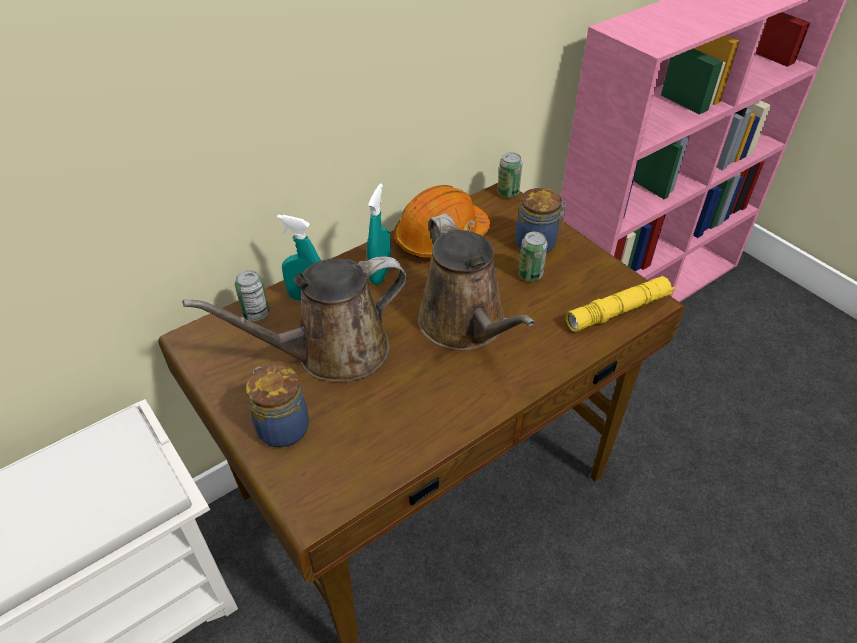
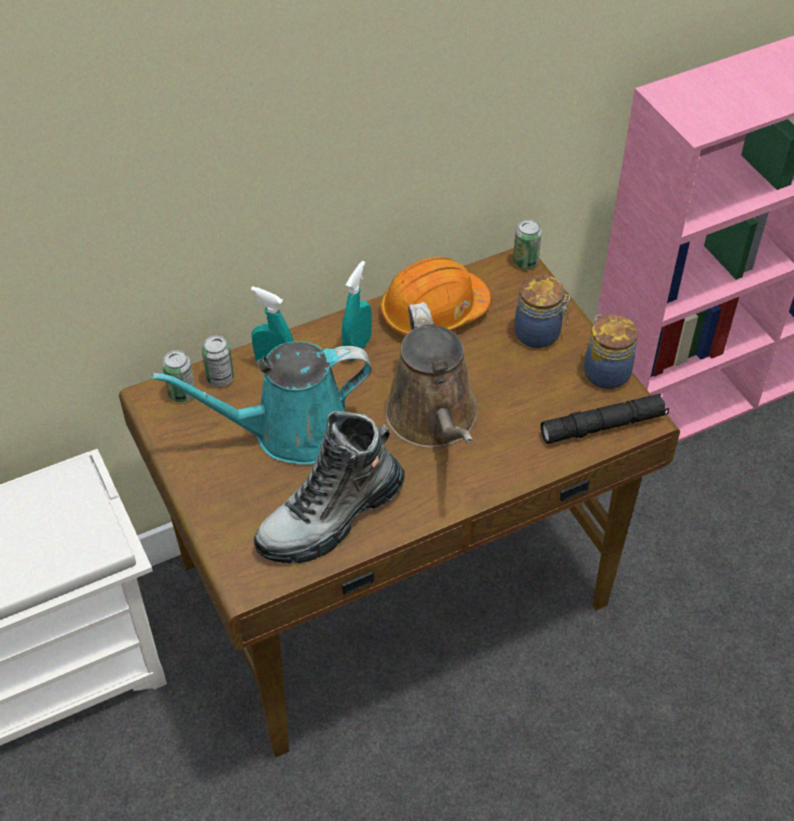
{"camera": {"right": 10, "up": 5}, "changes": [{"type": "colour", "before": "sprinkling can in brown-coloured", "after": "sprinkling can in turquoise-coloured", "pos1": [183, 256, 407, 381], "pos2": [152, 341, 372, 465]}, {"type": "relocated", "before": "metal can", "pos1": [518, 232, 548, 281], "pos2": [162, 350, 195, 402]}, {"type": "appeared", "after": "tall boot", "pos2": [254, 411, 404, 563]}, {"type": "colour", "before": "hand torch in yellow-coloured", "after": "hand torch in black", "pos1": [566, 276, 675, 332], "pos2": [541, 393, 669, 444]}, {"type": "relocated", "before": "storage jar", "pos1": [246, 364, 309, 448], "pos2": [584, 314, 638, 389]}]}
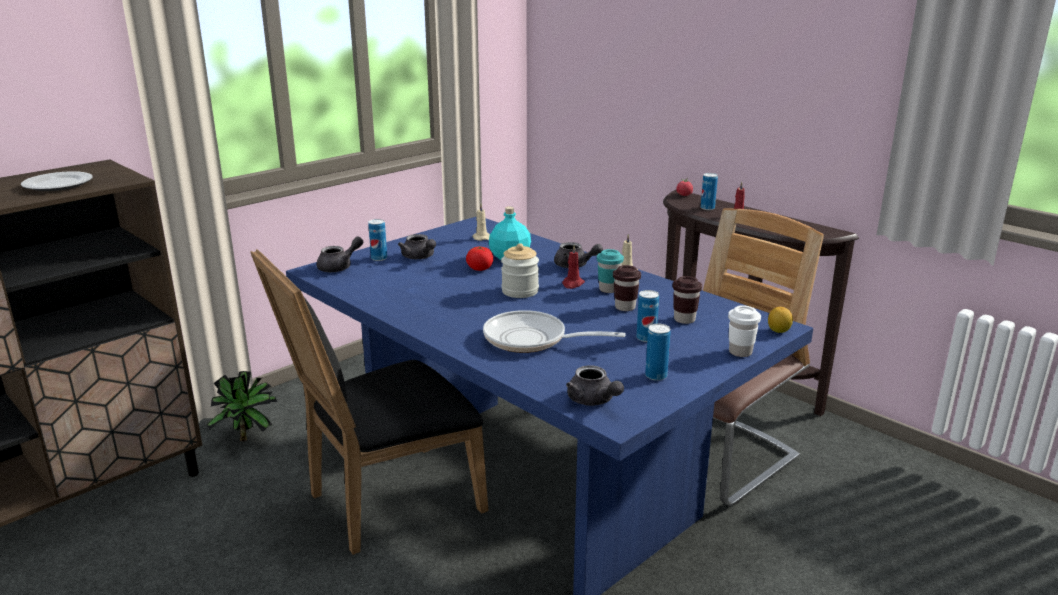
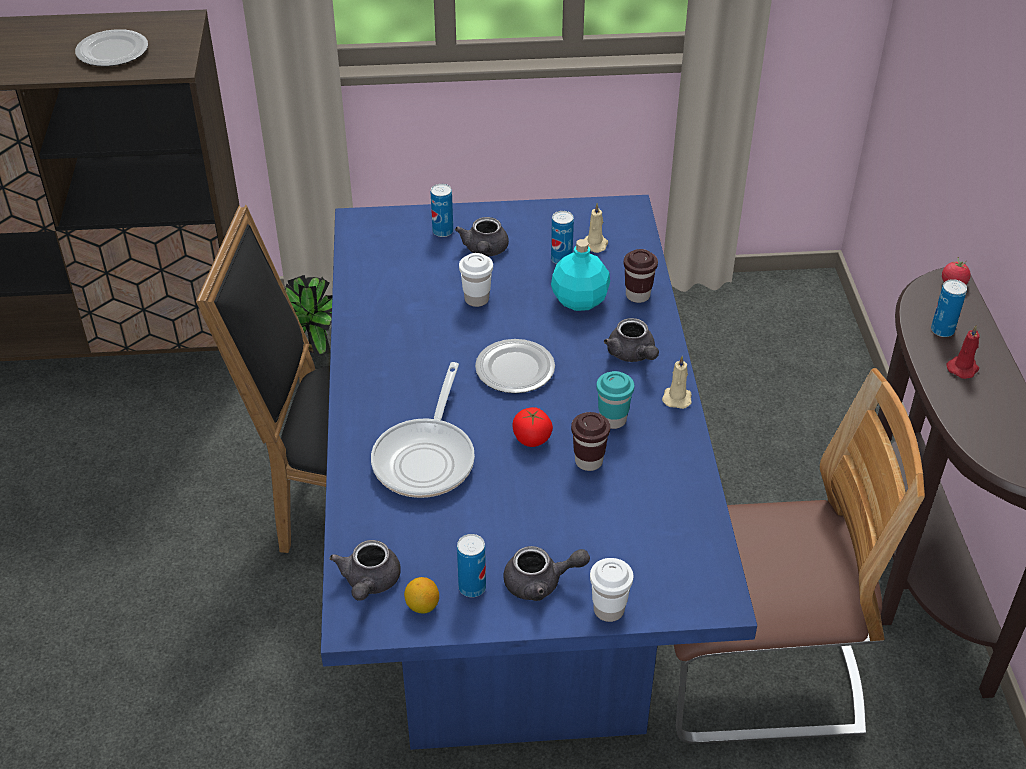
{"camera": {"right": 40, "up": 20}, "changes": [{"type": "spun", "before": "skillet", "pos1": [483, 310, 626, 353], "pos2": [371, 362, 475, 498], "turn": -135}, {"type": "relocated", "before": "citrus fruit", "pos1": [768, 307, 793, 333], "pos2": [404, 577, 439, 614]}, {"type": "appeared", "after": "cup in white", "pos2": [459, 253, 493, 307]}, {"type": "exchanged", "before": "storage jar", "after": "plate", "pos1": [501, 243, 539, 298], "pos2": [475, 339, 555, 393]}, {"type": "relocated", "before": "pot for tea in greyish", "pos1": [317, 237, 363, 272], "pos2": [503, 546, 590, 601]}, {"type": "relocated", "before": "whole tomato", "pos1": [466, 247, 493, 271], "pos2": [513, 407, 553, 447]}, {"type": "relocated", "before": "metal can", "pos1": [636, 290, 659, 342], "pos2": [551, 211, 574, 264]}, {"type": "relocated", "before": "cup in brown-coloured", "pos1": [672, 276, 702, 324], "pos2": [624, 249, 658, 303]}, {"type": "missing", "before": "wax candle in red", "pos1": [562, 245, 585, 289]}]}
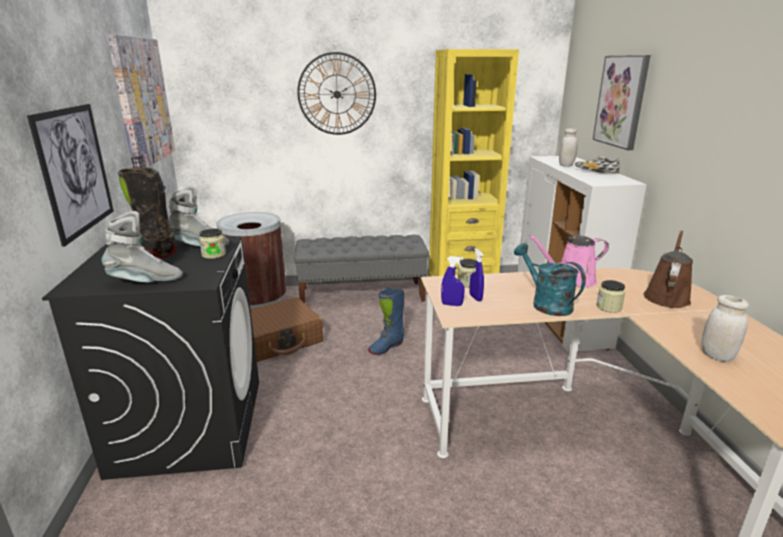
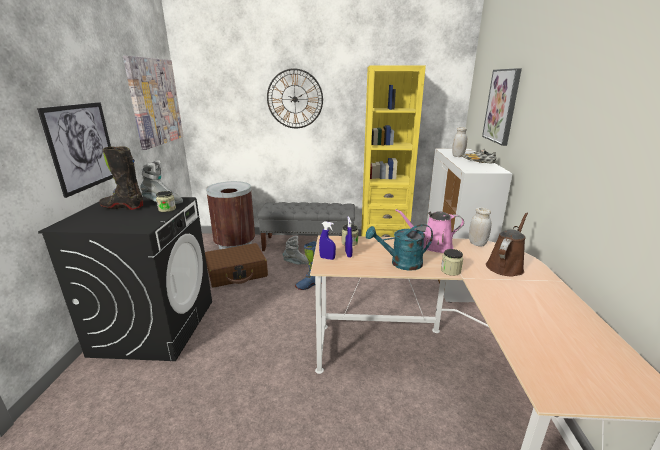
{"camera": {"right": 10, "up": 0}, "changes": [{"type": "relocated", "before": "tall boot in greyish", "pos1": [101, 211, 183, 282], "pos2": [283, 236, 309, 265]}, {"type": "spun", "before": "sprinkling can in turquoise-coloured", "pos1": [514, 243, 586, 316], "pos2": [366, 224, 433, 271], "turn": -75}, {"type": "relocated", "before": "storage jar in white", "pos1": [702, 295, 749, 362], "pos2": [469, 207, 491, 246]}]}
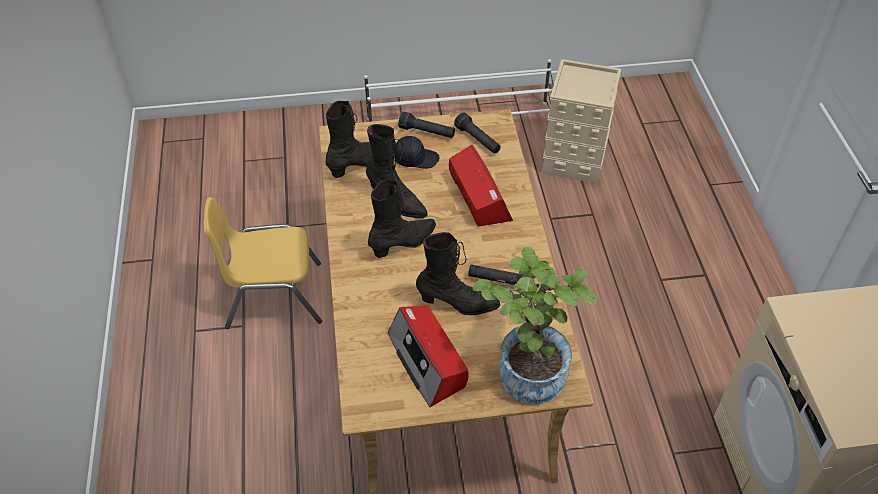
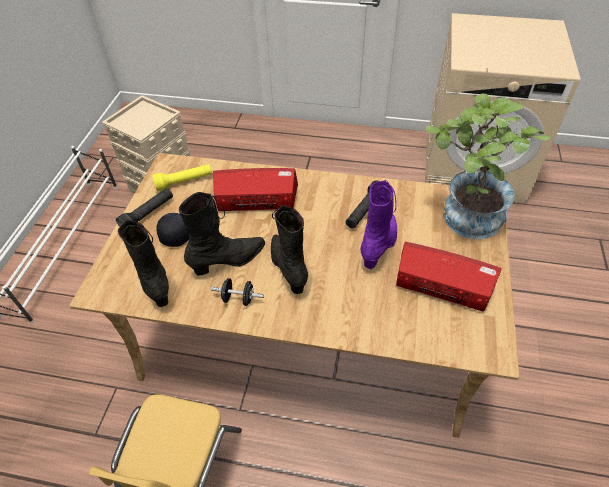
{"camera": {"right": -70, "up": 0}, "changes": [{"type": "colour", "before": "hand torch in black", "after": "hand torch in yellow-coloured", "pos1": [454, 112, 501, 154], "pos2": [152, 164, 212, 192]}, {"type": "appeared", "after": "free weight in black", "pos2": [211, 278, 264, 306]}, {"type": "colour", "before": "tall boot in black", "after": "tall boot in purplish", "pos1": [416, 232, 500, 315], "pos2": [360, 180, 397, 269]}, {"type": "spun", "before": "radio set", "pos1": [388, 305, 469, 408], "pos2": [396, 242, 502, 312], "turn": -150}]}
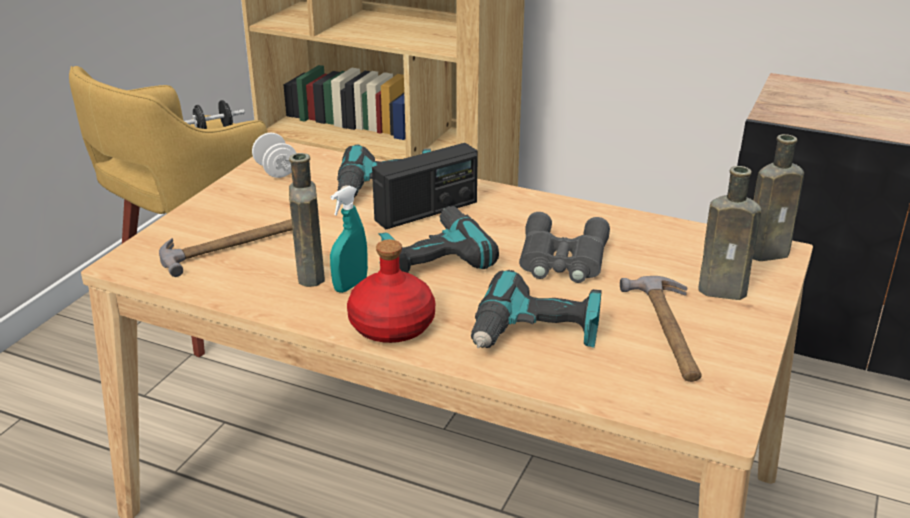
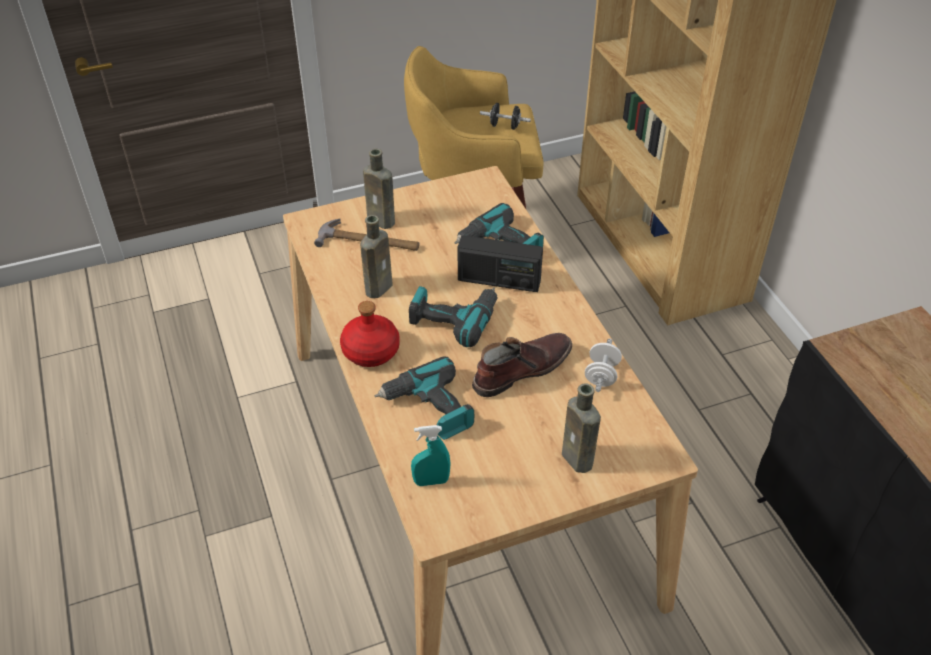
{"camera": {"right": 45, "up": 15}, "changes": [{"type": "relocated", "before": "bottle in brown-coloured", "pos1": [753, 134, 804, 261], "pos2": [363, 149, 395, 229]}, {"type": "relocated", "before": "spray bottle in turquoise-coloured", "pos1": [330, 186, 368, 293], "pos2": [411, 425, 451, 486]}, {"type": "exchanged", "before": "pair of binoculars in greyish", "after": "tall boot in brown-coloured", "pos1": [519, 212, 610, 283], "pos2": [472, 333, 572, 397]}, {"type": "relocated", "before": "free weight in white", "pos1": [252, 133, 296, 178], "pos2": [585, 339, 622, 392]}, {"type": "missing", "before": "tool hammer", "pos1": [620, 276, 702, 382]}]}
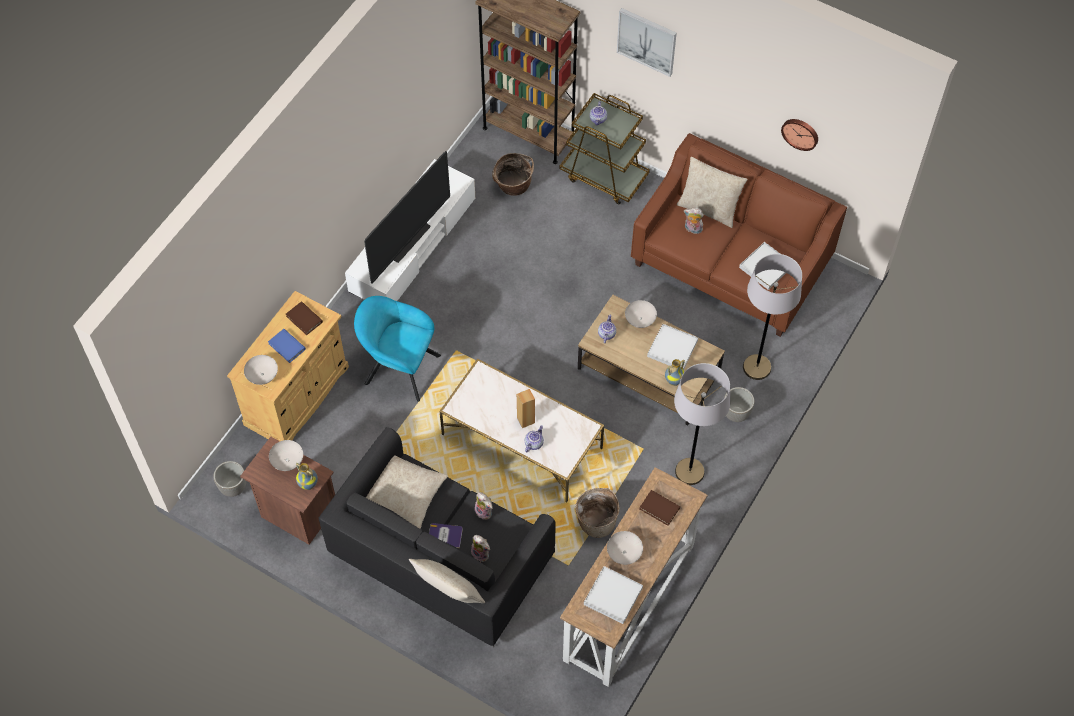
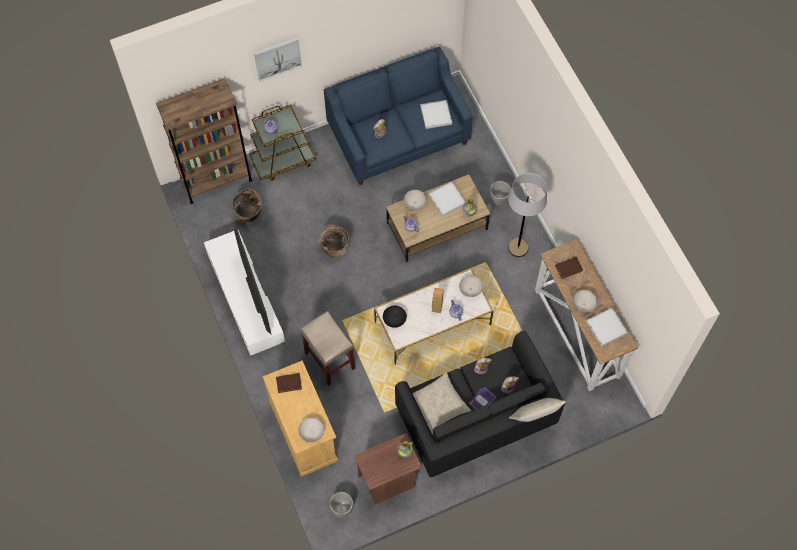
{"camera": {"right": -55, "up": 5}, "changes": [{"type": "exchanged", "before": "easy chair in turquoise-coloured", "after": "stool in sand-coloured", "pos1": [354, 296, 441, 402], "pos2": [300, 311, 355, 386]}, {"type": "relocated", "before": "storage basket", "pos1": [575, 488, 619, 538], "pos2": [319, 225, 349, 258]}, {"type": "colour", "before": "settee in brown-coloured", "after": "settee in bluish", "pos1": [631, 133, 847, 337], "pos2": [324, 46, 473, 185]}, {"type": "appeared", "after": "serving bowl in black", "pos2": [383, 305, 407, 328]}, {"type": "relocated", "before": "serving bowl in white", "pos1": [269, 440, 303, 471], "pos2": [459, 275, 483, 297]}, {"type": "missing", "before": "bound book in bluish", "pos1": [268, 329, 306, 363]}, {"type": "missing", "before": "throw pillow in sand-coloured", "pos1": [677, 157, 748, 228]}, {"type": "missing", "before": "standard lamp in greyish", "pos1": [743, 254, 802, 380]}, {"type": "missing", "before": "wall clock", "pos1": [781, 119, 818, 151]}]}
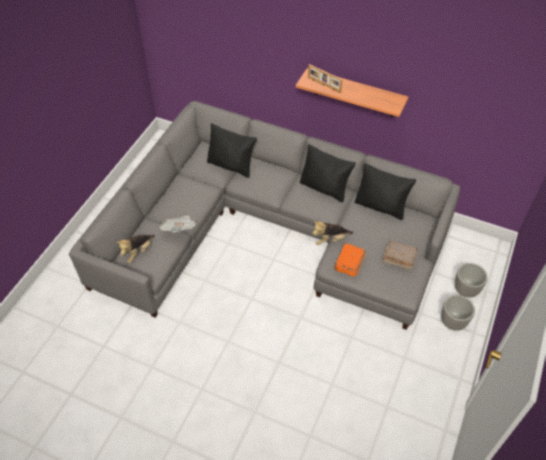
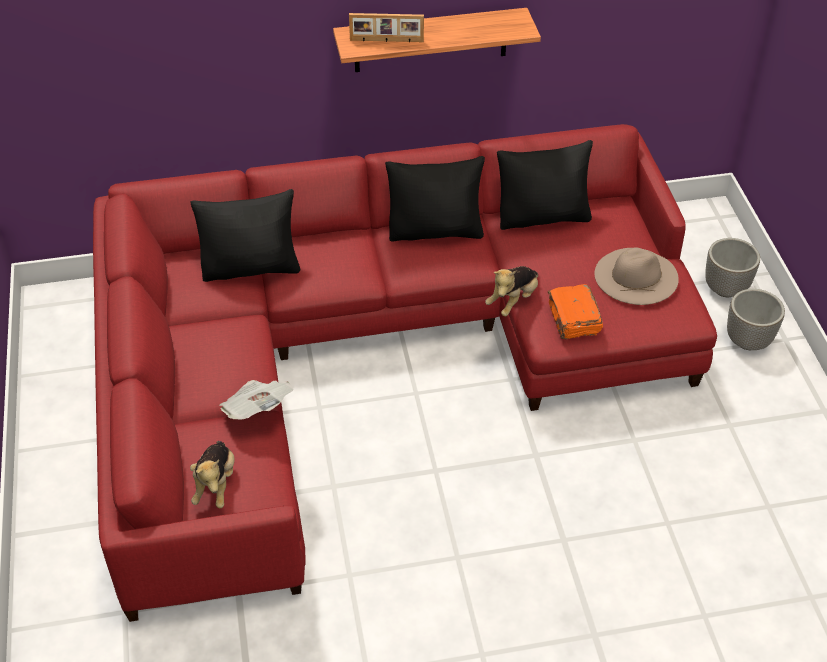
{"camera": {"right": -35, "up": -5}, "changes": [{"type": "colour", "before": "settee in greyish", "after": "settee in red", "pos1": [69, 101, 460, 330], "pos2": [93, 124, 717, 622]}, {"type": "exchanged", "before": "bound book in brown-coloured", "after": "wearable hat in sand-coloured", "pos1": [383, 241, 417, 270], "pos2": [594, 247, 679, 305]}]}
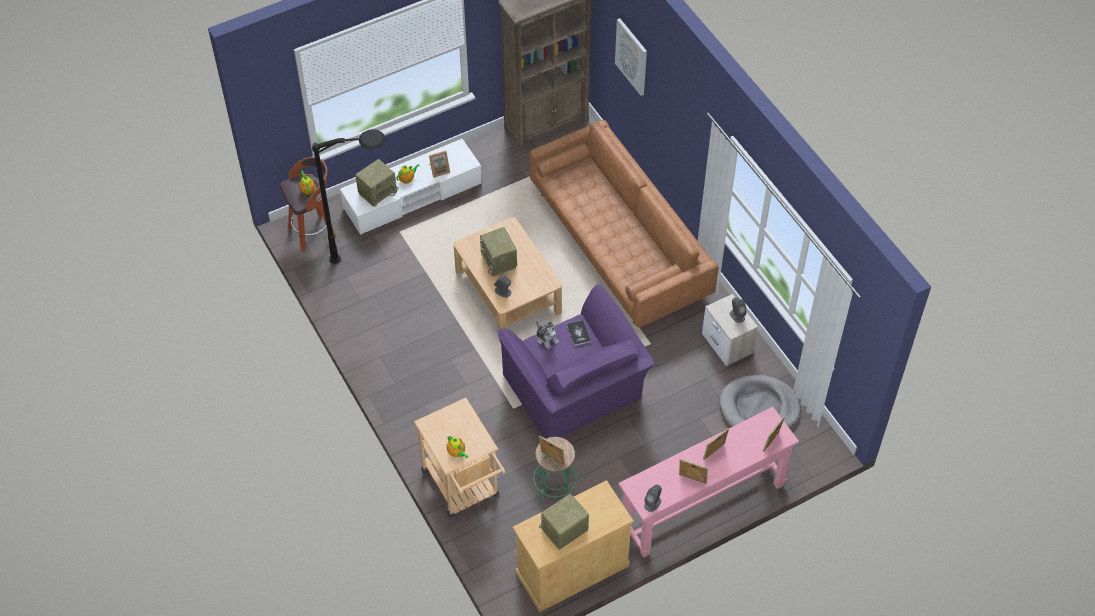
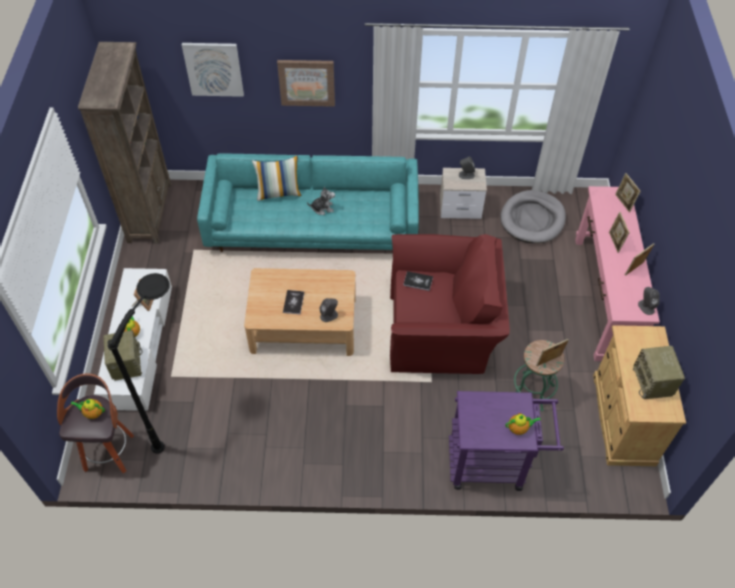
{"camera": {"right": -60, "up": 0}, "changes": [{"type": "colour", "before": "settee in brown-coloured", "after": "settee in turquoise-coloured", "pos1": [529, 120, 718, 328], "pos2": [197, 153, 419, 252]}, {"type": "appeared", "after": "throw pillow", "pos2": [252, 155, 302, 201]}, {"type": "appeared", "after": "wall picture", "pos2": [277, 60, 335, 107]}, {"type": "exchanged", "before": "radio set", "after": "bound book", "pos1": [480, 227, 517, 276], "pos2": [283, 290, 304, 314]}, {"type": "relocated", "before": "soft toy", "pos1": [536, 321, 559, 349], "pos2": [307, 187, 335, 215]}, {"type": "colour", "before": "easy chair in purplish", "after": "easy chair in red", "pos1": [497, 284, 655, 439], "pos2": [390, 234, 510, 374]}, {"type": "colour", "before": "wheeled cart in sand-coloured", "after": "wheeled cart in purplish", "pos1": [414, 398, 505, 517], "pos2": [449, 391, 564, 491]}]}
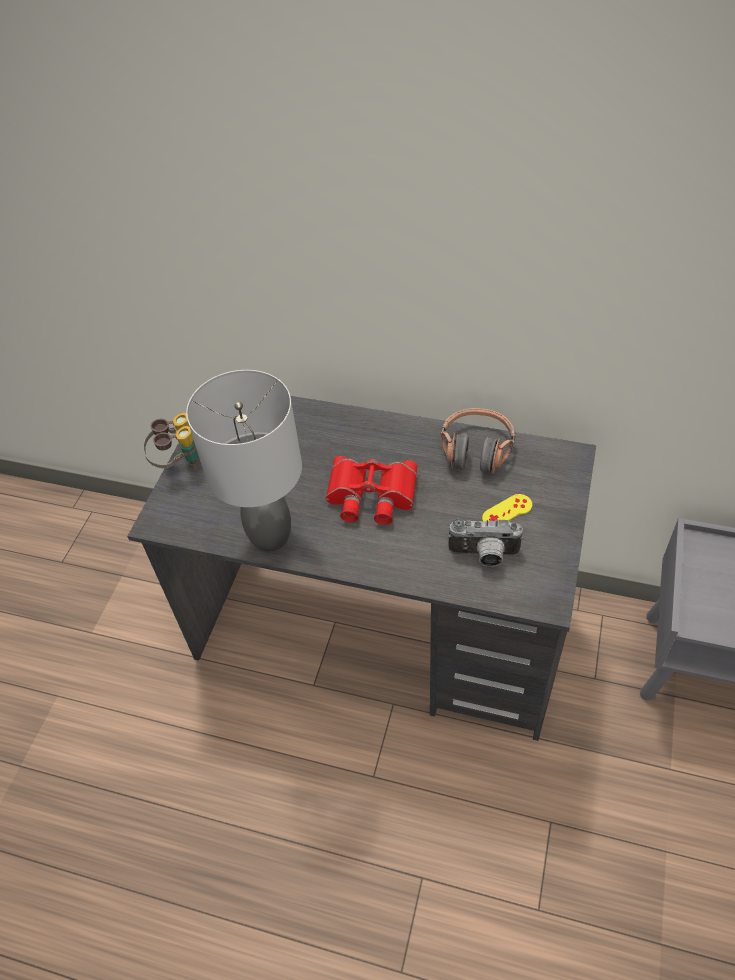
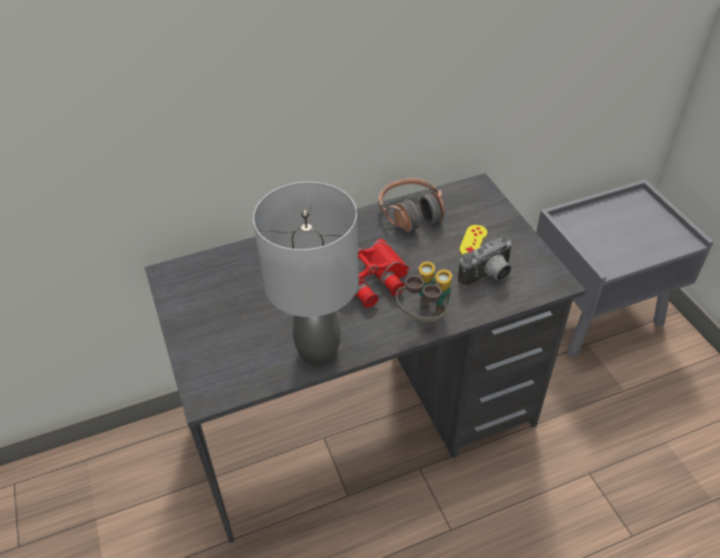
{"camera": {"right": -40, "up": -5}, "changes": [{"type": "relocated", "before": "pair of binoculars", "pos1": [143, 413, 199, 470], "pos2": [396, 261, 452, 321]}]}
